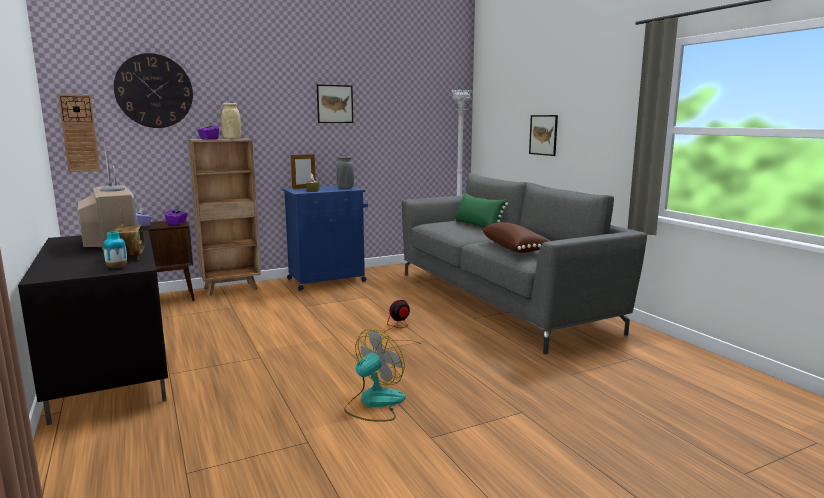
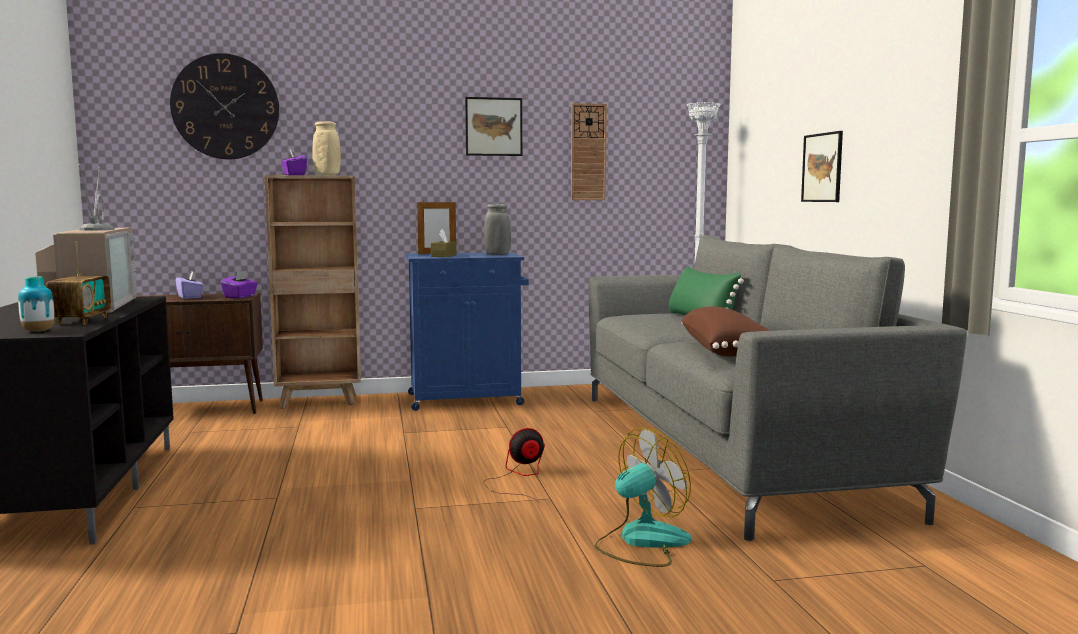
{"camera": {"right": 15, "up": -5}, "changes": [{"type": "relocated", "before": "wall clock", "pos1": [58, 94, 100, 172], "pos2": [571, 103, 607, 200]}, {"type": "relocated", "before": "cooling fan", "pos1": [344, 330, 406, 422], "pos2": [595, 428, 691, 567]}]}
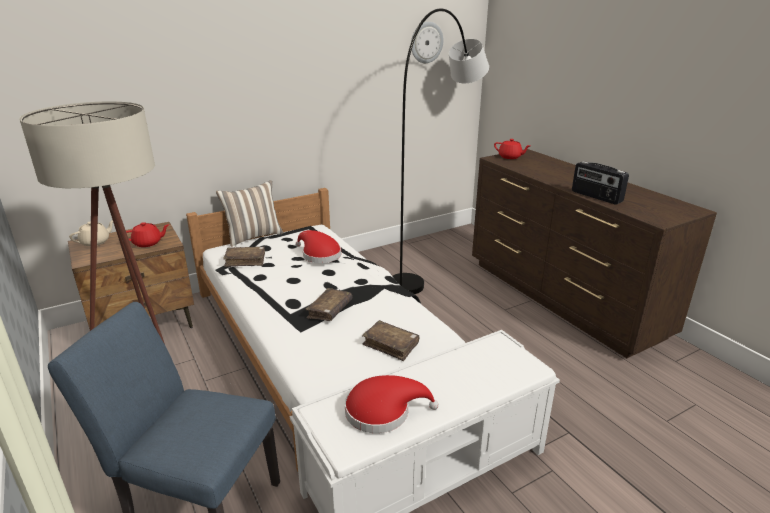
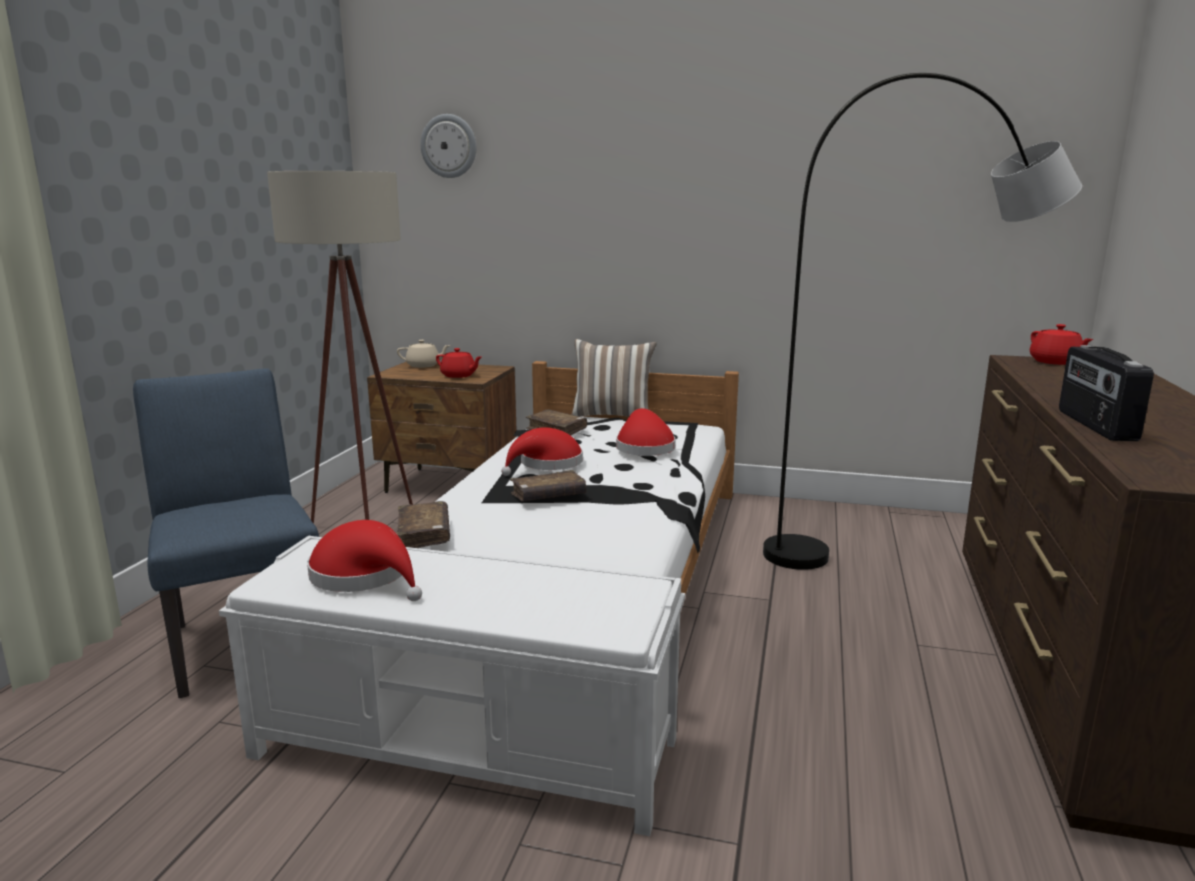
{"camera": {"right": 45, "up": -10}, "changes": [{"type": "relocated", "before": "bound book in brown-coloured", "pos1": [362, 320, 419, 361], "pos2": [396, 501, 450, 548]}, {"type": "relocated", "before": "wall clock", "pos1": [411, 22, 444, 63], "pos2": [420, 114, 476, 178]}, {"type": "appeared", "after": "wearable hat in red", "pos2": [501, 427, 583, 476]}]}
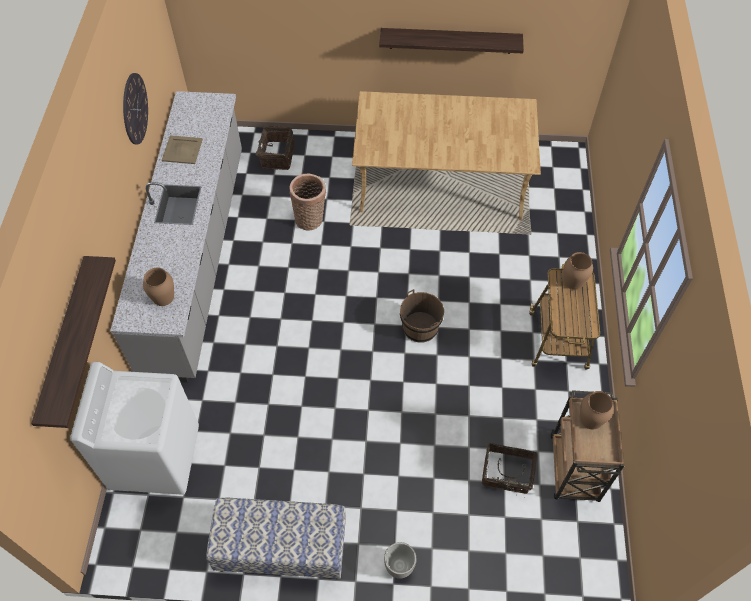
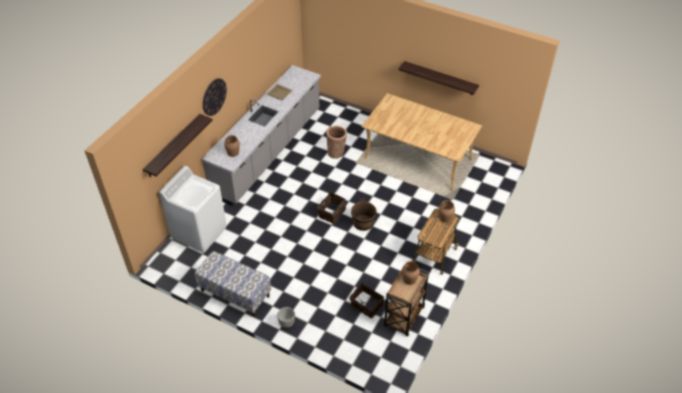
{"camera": {"right": 25, "up": -10}, "changes": [{"type": "relocated", "before": "wall clock", "pos1": [123, 73, 148, 144], "pos2": [203, 78, 227, 116]}, {"type": "relocated", "before": "storage basket", "pos1": [251, 126, 295, 170], "pos2": [316, 193, 346, 224]}]}
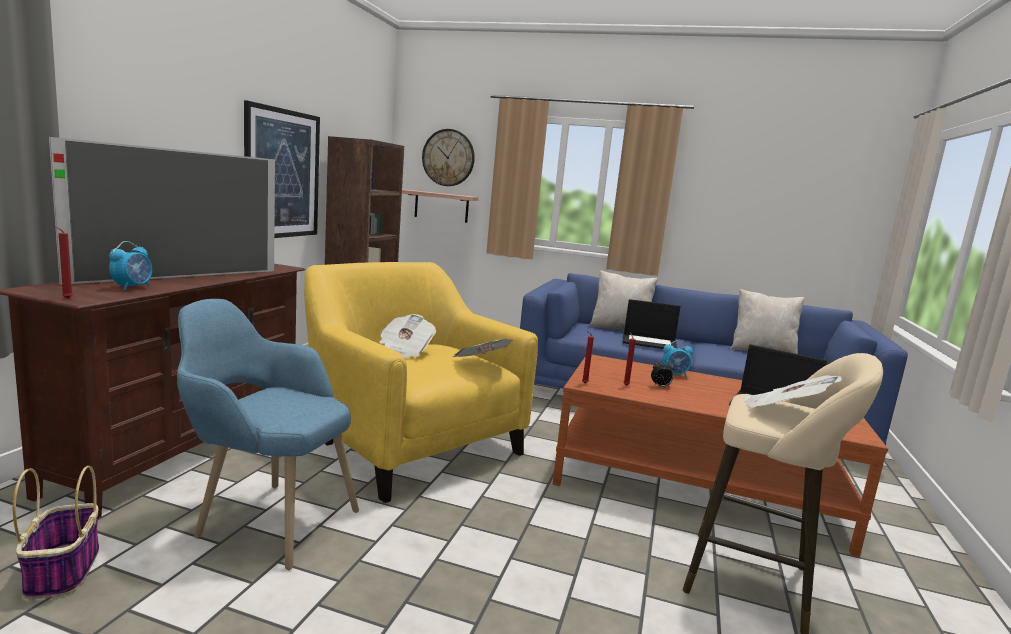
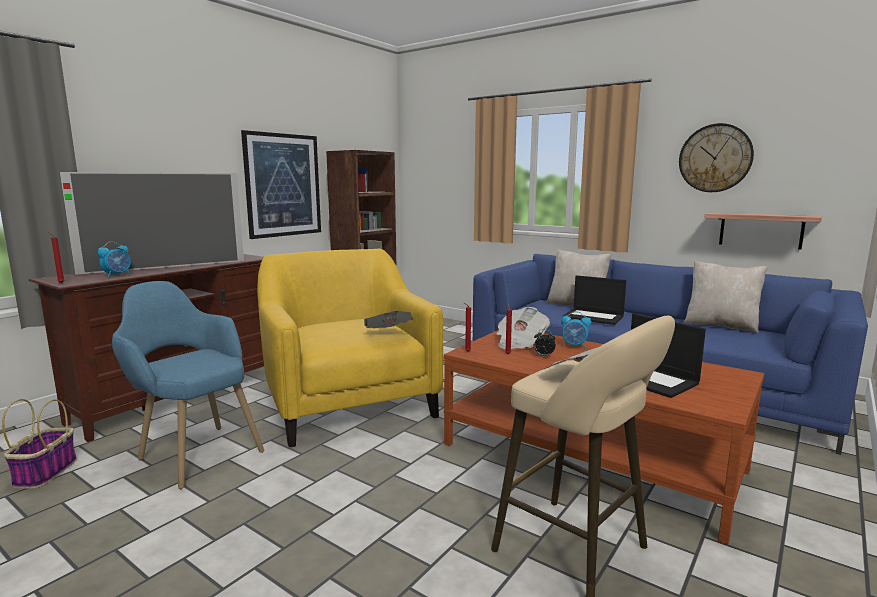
{"camera": {"right": 20, "up": 0}, "changes": [{"type": "relocated", "before": "daily paper", "pos1": [379, 314, 436, 358], "pos2": [497, 307, 550, 349]}, {"type": "relocated", "before": "wall clock", "pos1": [422, 129, 475, 186], "pos2": [679, 123, 754, 192]}, {"type": "relocated", "before": "bracket shelf", "pos1": [402, 190, 479, 223], "pos2": [704, 212, 822, 250]}]}
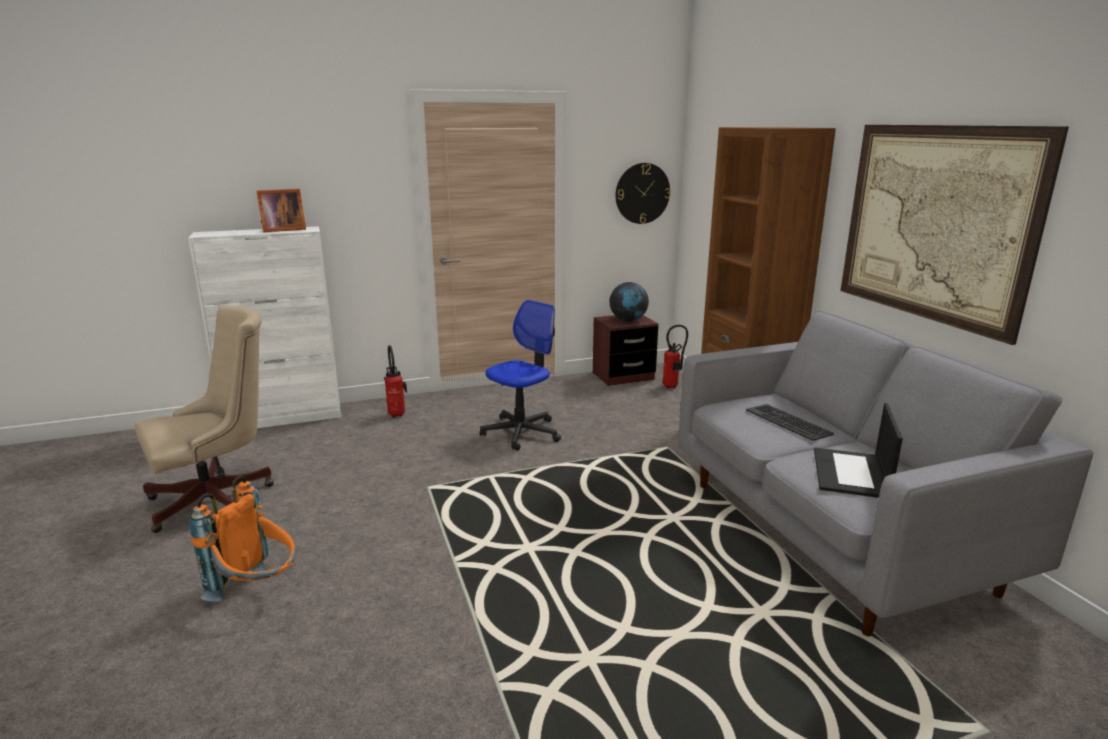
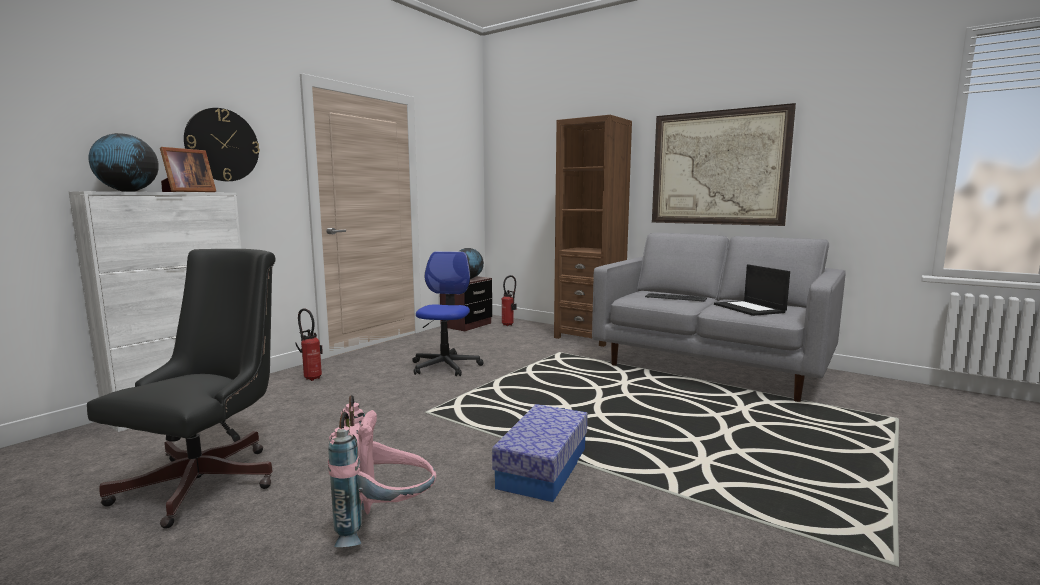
{"camera": {"right": -35, "up": -10}, "changes": [{"type": "colour", "before": "office chair in sand-coloured", "after": "office chair in black", "pos1": [134, 305, 274, 533], "pos2": [87, 249, 276, 529]}, {"type": "appeared", "after": "desk globe", "pos2": [89, 133, 159, 192]}, {"type": "relocated", "before": "wall clock", "pos1": [615, 163, 671, 224], "pos2": [184, 108, 260, 181]}, {"type": "colour", "before": "knapsack in orange-coloured", "after": "knapsack in pink", "pos1": [189, 476, 296, 602], "pos2": [328, 395, 436, 547]}, {"type": "appeared", "after": "storage bin", "pos2": [492, 404, 588, 502]}]}
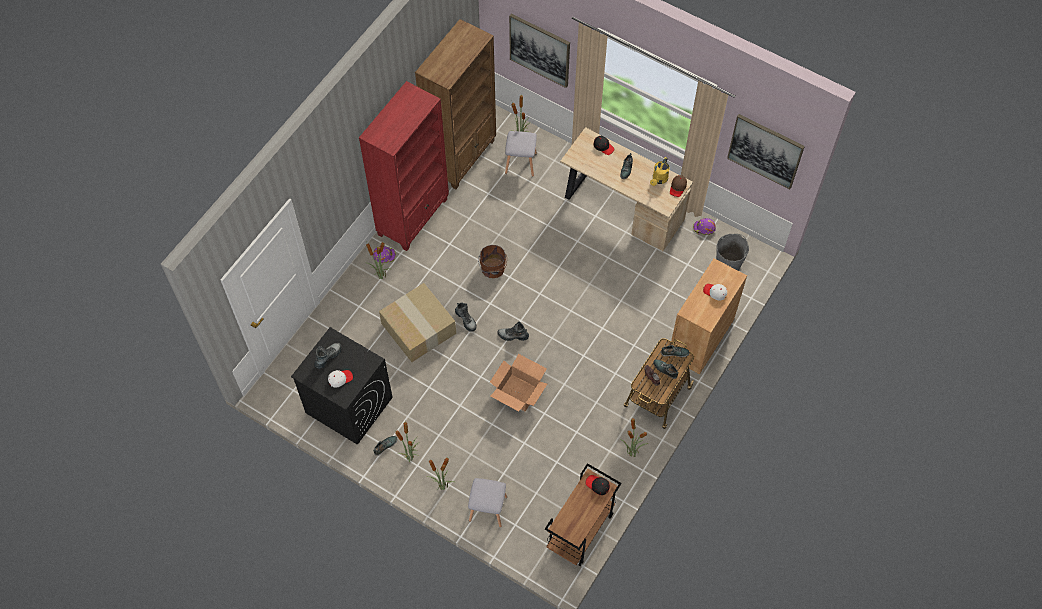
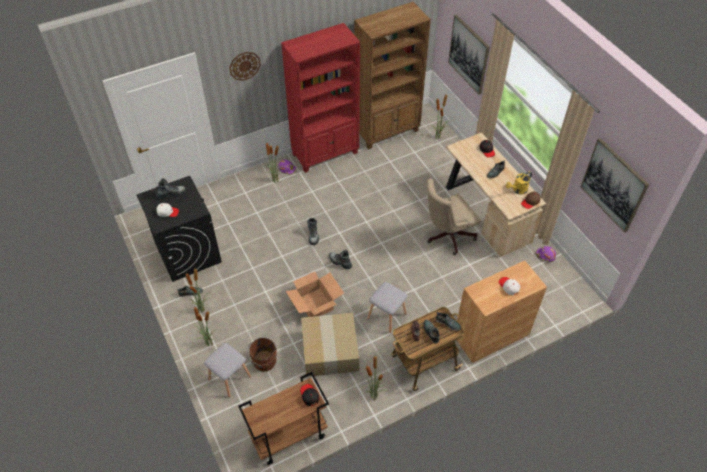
{"camera": {"right": 30, "up": -10}, "changes": [{"type": "appeared", "after": "wall clock", "pos2": [229, 52, 261, 81]}, {"type": "relocated", "before": "bucket in brown-coloured", "pos1": [478, 245, 507, 278], "pos2": [247, 338, 277, 372]}, {"type": "relocated", "before": "carton", "pos1": [379, 283, 456, 362], "pos2": [301, 313, 359, 377]}, {"type": "relocated", "before": "stool in greyish", "pos1": [505, 131, 537, 177], "pos2": [367, 282, 408, 333]}, {"type": "appeared", "after": "office chair in sand-coloured", "pos2": [427, 178, 481, 255]}, {"type": "missing", "before": "bucket in greyish", "pos1": [716, 234, 749, 271]}]}
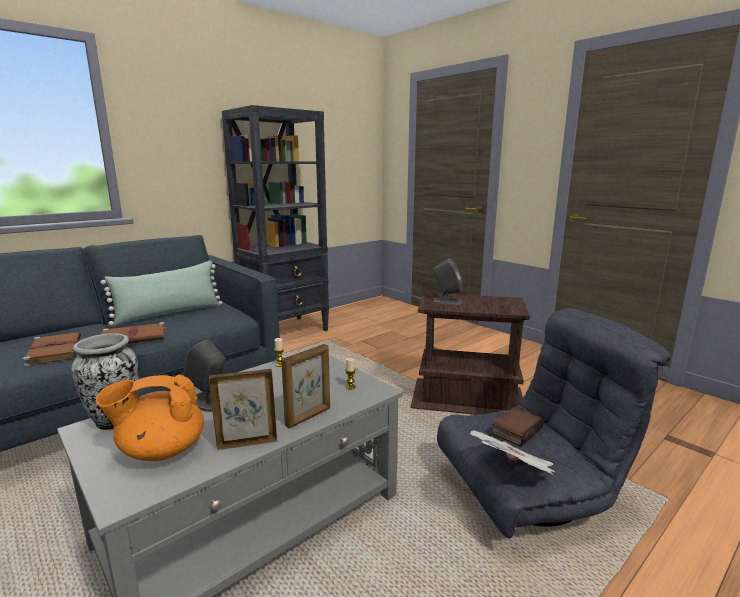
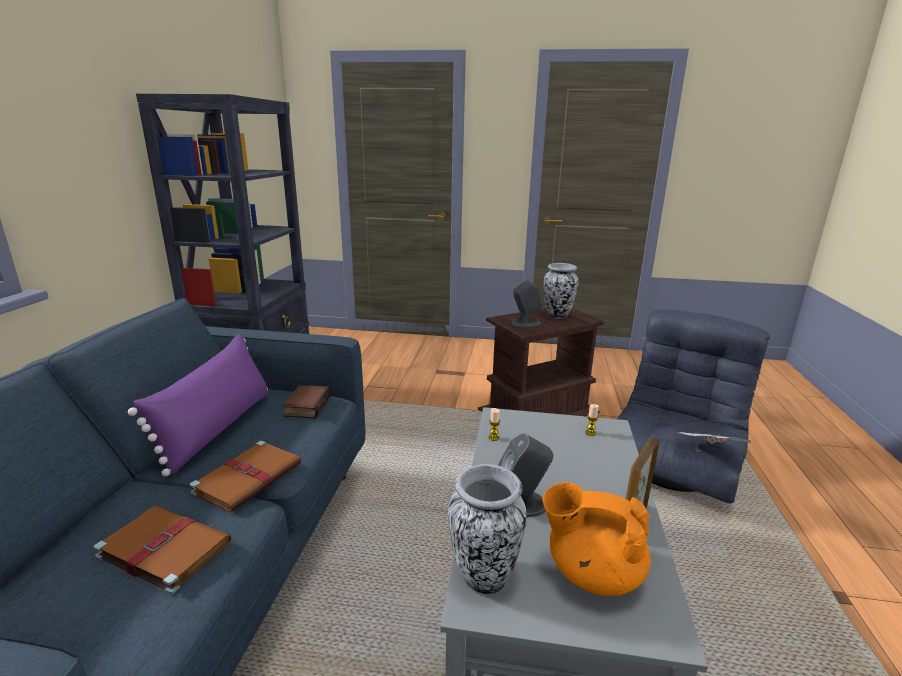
{"camera": {"right": -40, "up": 5}, "changes": [{"type": "colour", "before": "throw pillow in green", "after": "throw pillow in purplish", "pos1": [101, 261, 223, 326], "pos2": [128, 334, 268, 477]}, {"type": "relocated", "before": "bound book", "pos1": [491, 407, 544, 447], "pos2": [282, 385, 331, 418]}, {"type": "spun", "before": "pot for tea in orange-coloured", "pos1": [96, 375, 204, 461], "pos2": [543, 483, 651, 596], "turn": 75}, {"type": "appeared", "after": "vase", "pos2": [544, 263, 579, 319]}, {"type": "missing", "before": "picture frame", "pos1": [281, 344, 330, 428]}]}
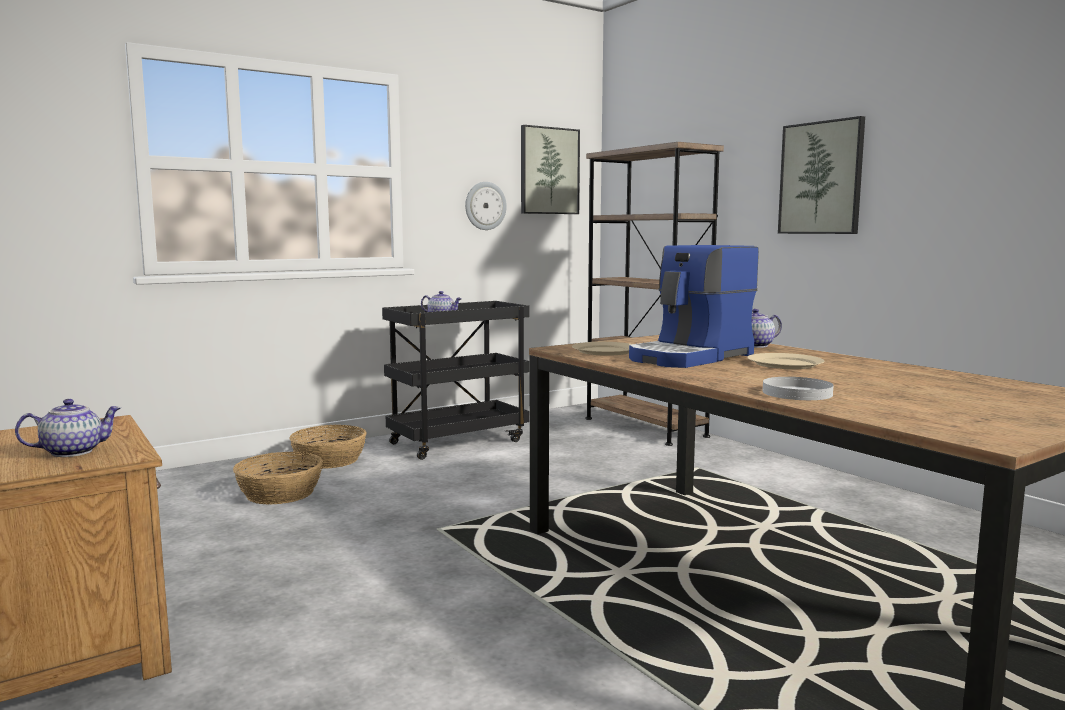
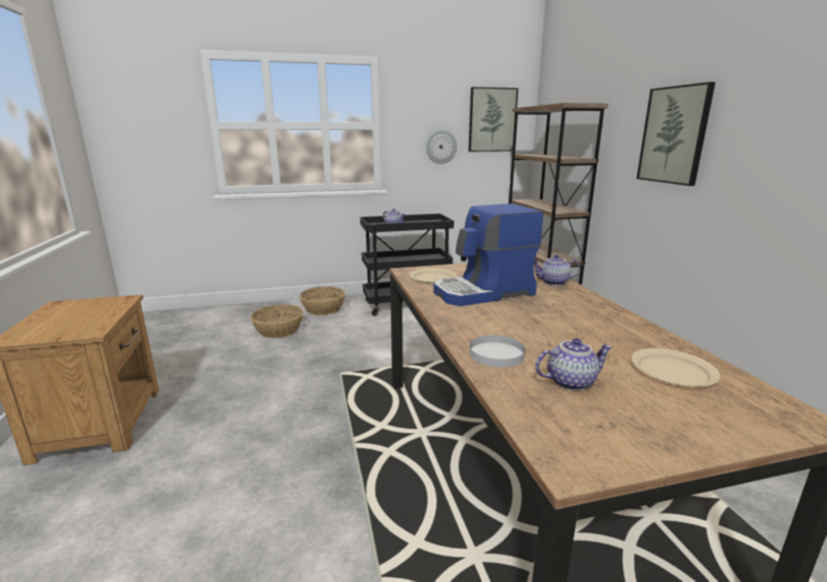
{"camera": {"right": 20, "up": 10}, "changes": [{"type": "relocated", "before": "pot for tea", "pos1": [15, 399, 121, 457], "pos2": [535, 338, 613, 391]}, {"type": "relocated", "before": "plate in sand-coloured", "pos1": [747, 353, 825, 369], "pos2": [631, 348, 720, 387]}]}
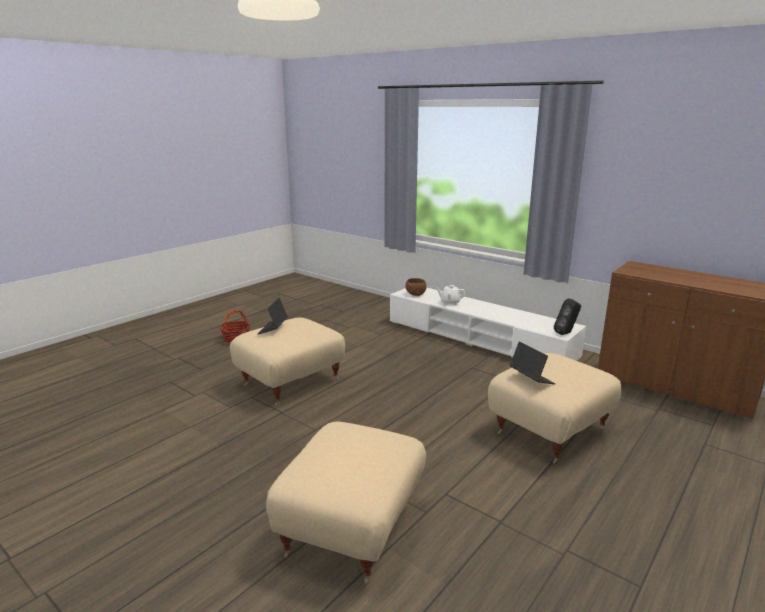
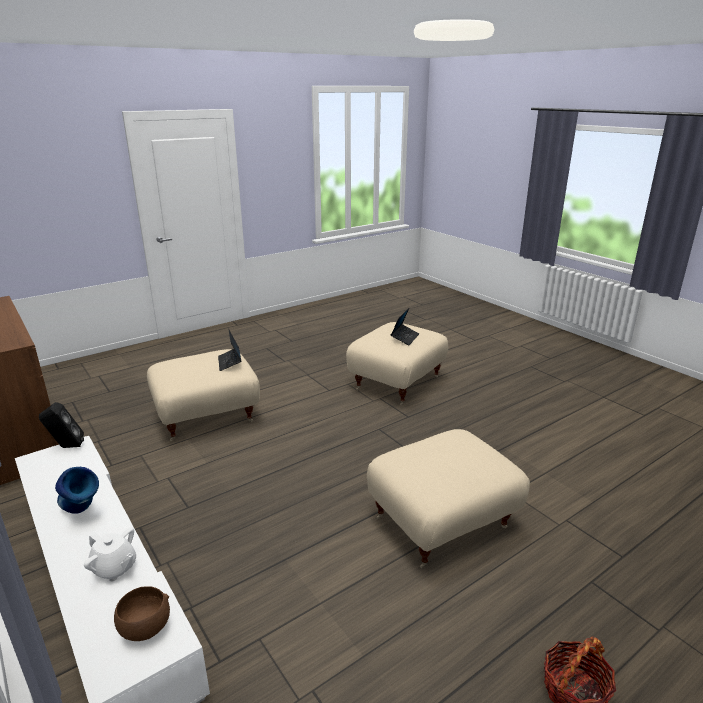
{"camera": {"right": -165, "up": 5}, "changes": [{"type": "appeared", "after": "vase in bluish", "pos2": [55, 467, 99, 514]}, {"type": "relocated", "before": "portable computer", "pos1": [258, 298, 288, 334], "pos2": [391, 308, 419, 345]}]}
